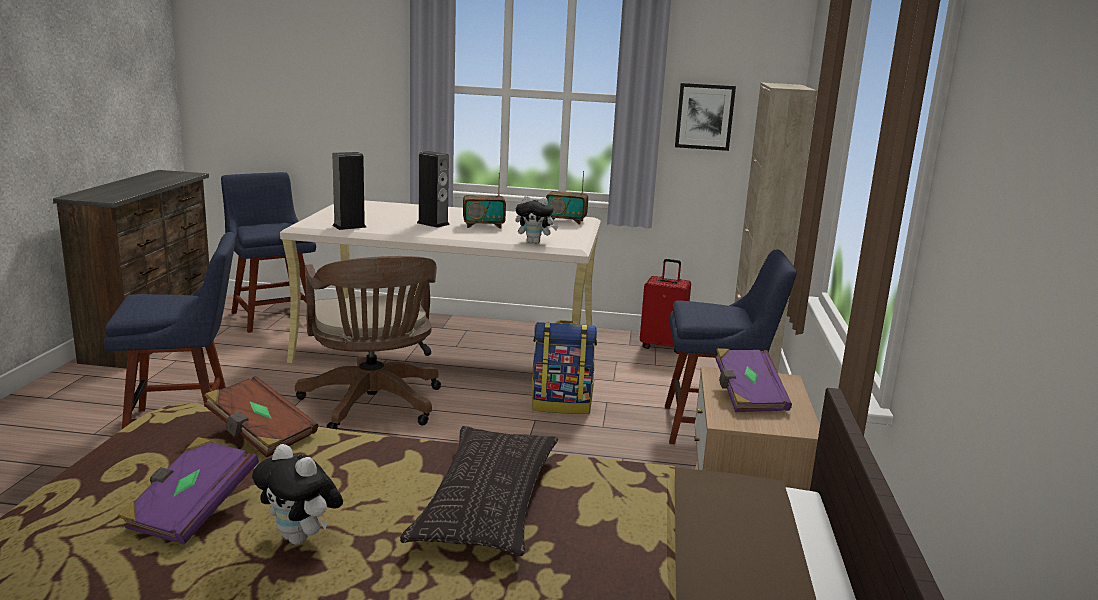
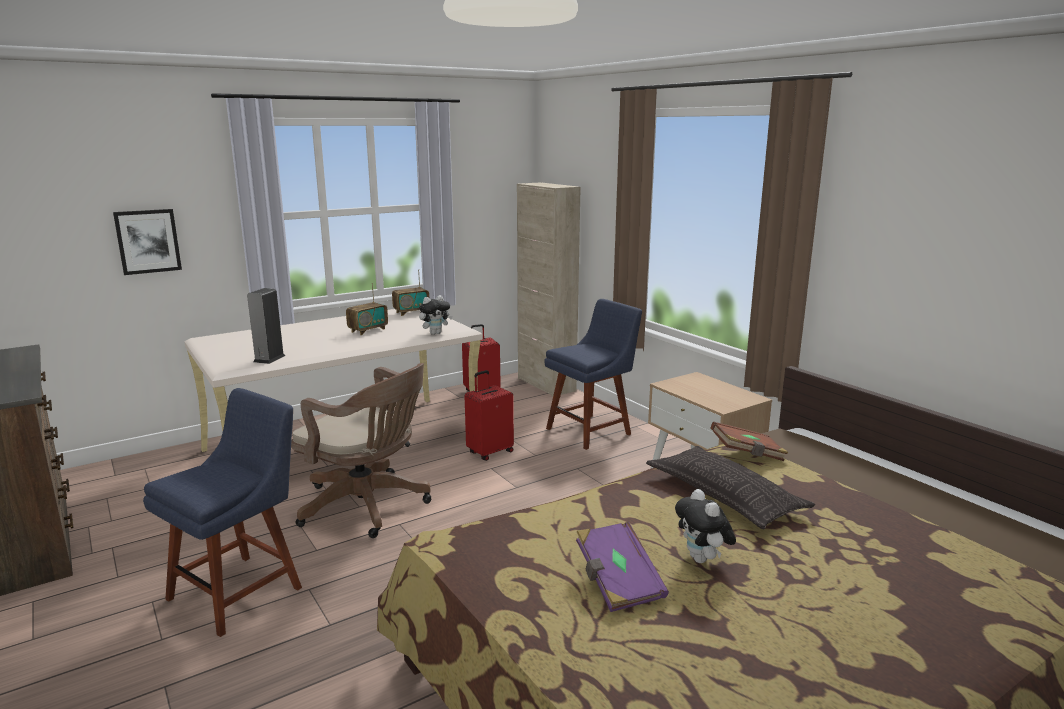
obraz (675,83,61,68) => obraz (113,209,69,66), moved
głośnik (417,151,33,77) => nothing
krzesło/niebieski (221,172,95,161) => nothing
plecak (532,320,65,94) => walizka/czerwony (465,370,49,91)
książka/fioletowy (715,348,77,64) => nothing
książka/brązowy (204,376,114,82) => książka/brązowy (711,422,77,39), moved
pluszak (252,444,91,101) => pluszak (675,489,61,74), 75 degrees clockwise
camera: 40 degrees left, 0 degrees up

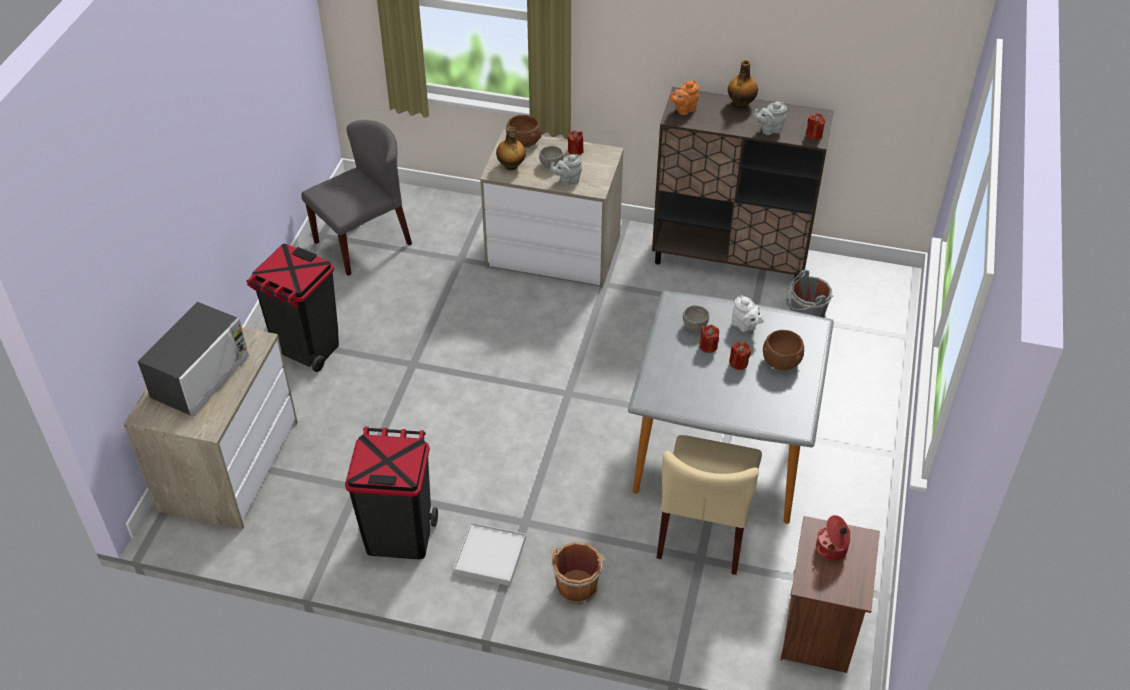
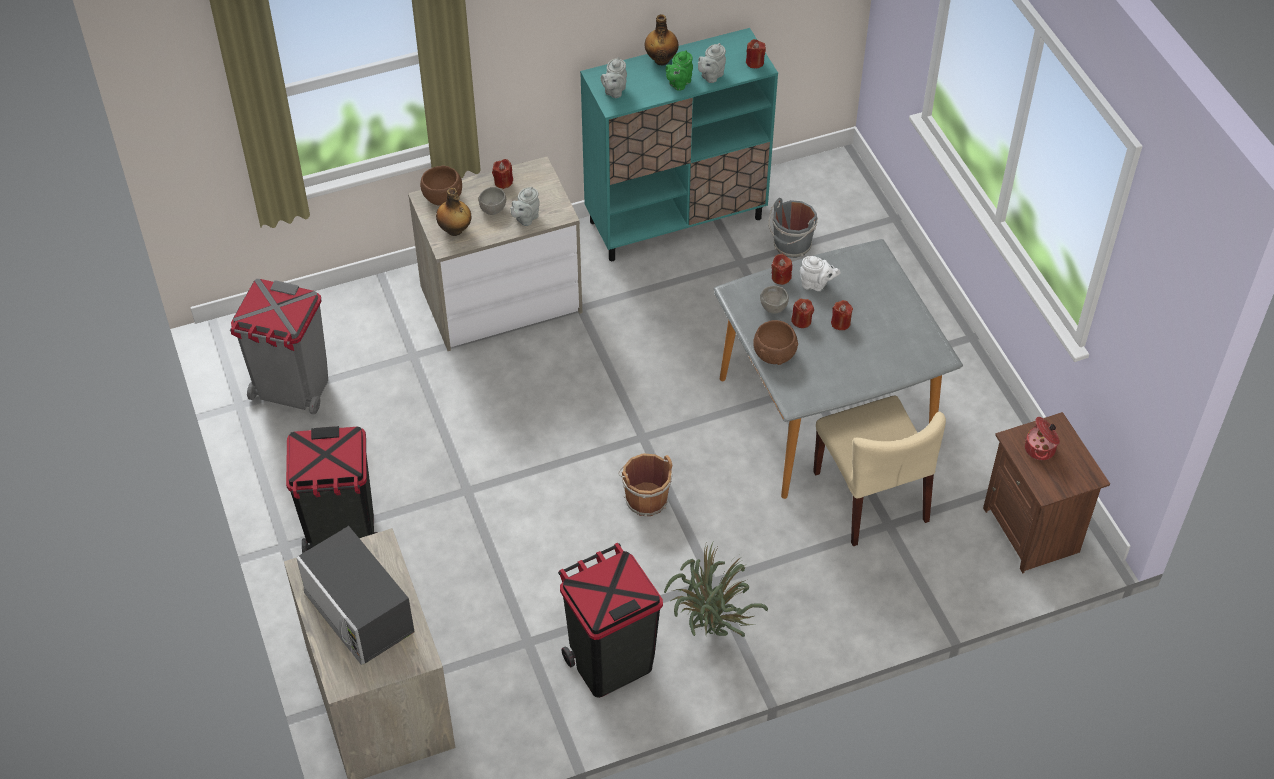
imbryk/pomarańczowy (670,80,29,35) => imbryk/szary (601,57,26,41)
szafka/brązowy (652,87,182,195) => szafka/turkusowy (580,28,198,233)
krzesło/szary (301,120,111,156) => kosz na śmieci/szary (230,279,98,135)
mikrofalówka (138,302,111,114) => mikrofalówka (297,526,118,139), 150 degrees clockwise
miska/brązowy (763,330,41,40) => miska/brązowy (753,320,45,45), moved
taca/biały (454,523,72,63) => roślina doniczkowa (664,540,104,97)
wiadro/brązowy (551,542,55,63) => wiadro/brązowy (618,454,54,63), moved
nothing => imbryk/zielony (666,50,27,41)
nothing => świeca/czerwony (772,254,20,31)
camera: 35 degrees left, 5 degrees up

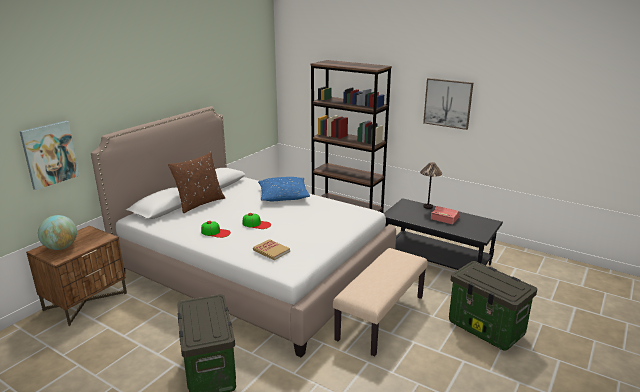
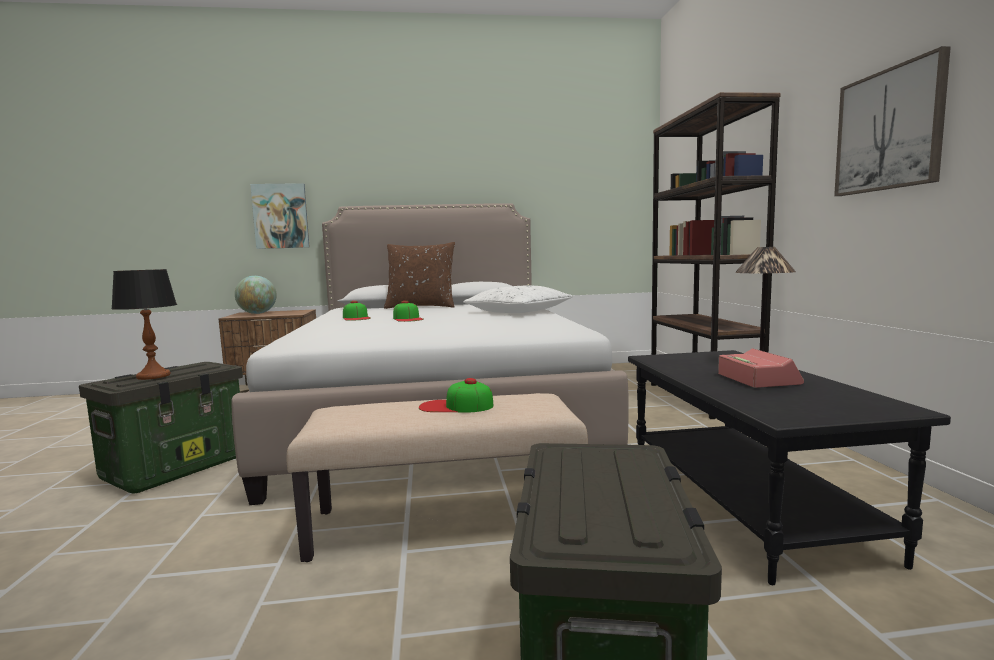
poduszka/niebieski (258,177,52,24) => poduszka/biały (463,286,110,27)
książka (253,239,37,21) => nothing
nothing => lampa stołowa (111,269,66,111)
nothing => czapka z daszkiem (419,378,74,35)
camera: 50 degrees right, 15 degrees down

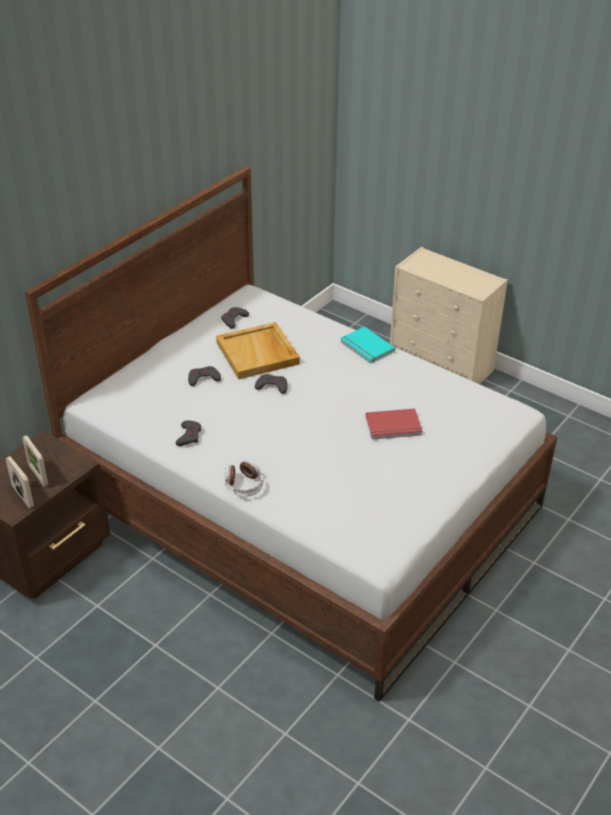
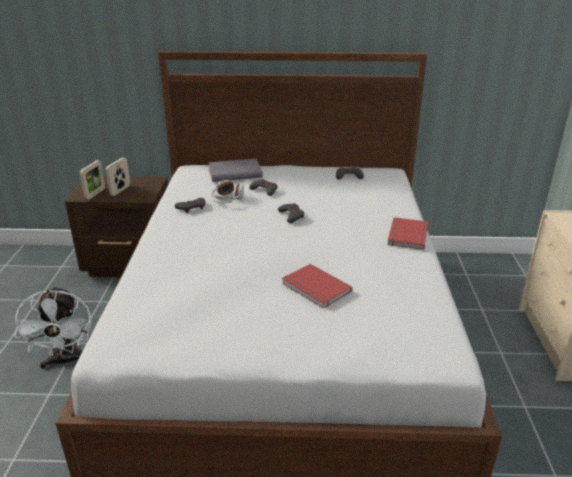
taca/beżowy (216,322,84,58) => nothing
książka/turkusowy (340,326,55,38) => książka/czerwony (387,217,41,33)
słuchawki (225,459,39,38) => słuchawki (211,180,33,23), moved
nothing => książka/szary (208,159,55,23)
nothing => wentylator/biały (15,286,77,83)
camera: 55 degrees right, 10 degrees down

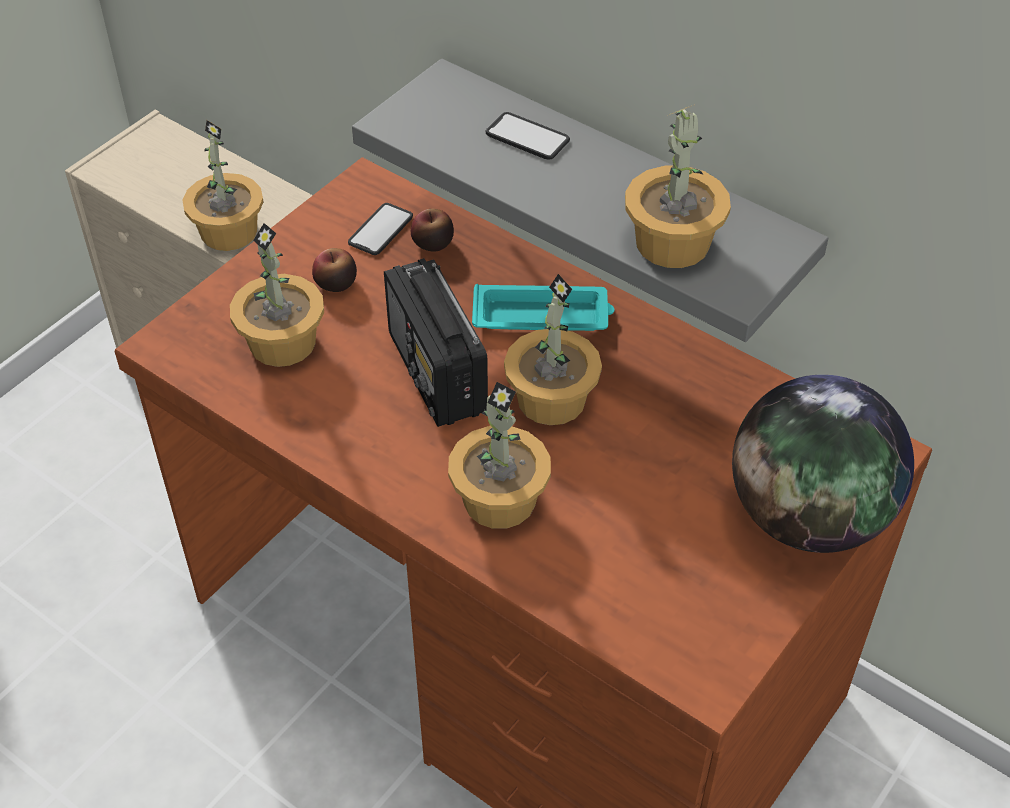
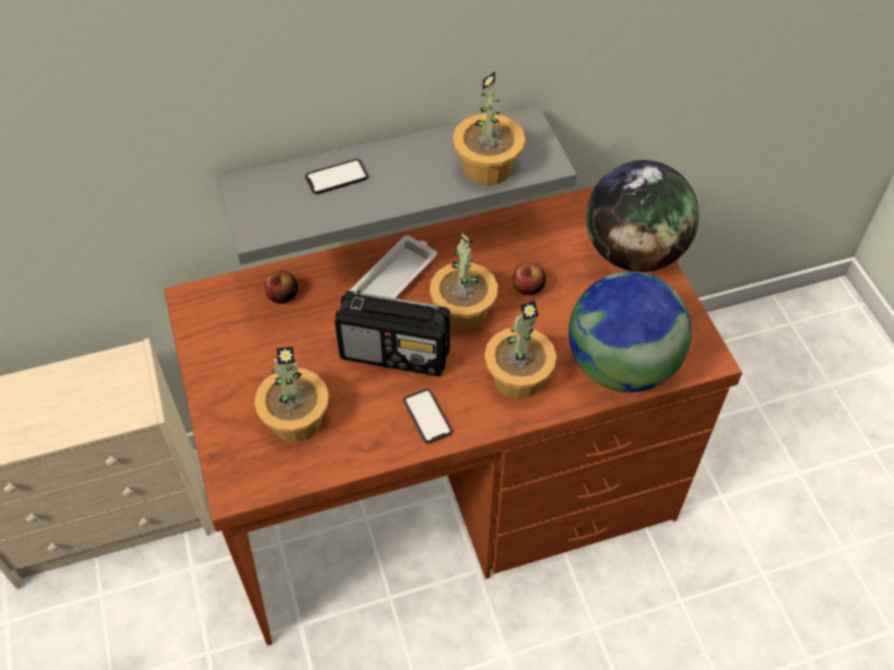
roślina doniczkowa (183,120,81,131) => nothing
telefon (348,203,65,52) => telefon (403,389,49,55), moved
jabłko (312,248,45,44) => jabłko (512,262,34,33), moved
taca/turkusowy (472,284,143,47) => taca/biały (349,235,88,63)
nothing => globus (569,271,123,121)
camera: 55 degrees left, 5 degrees up

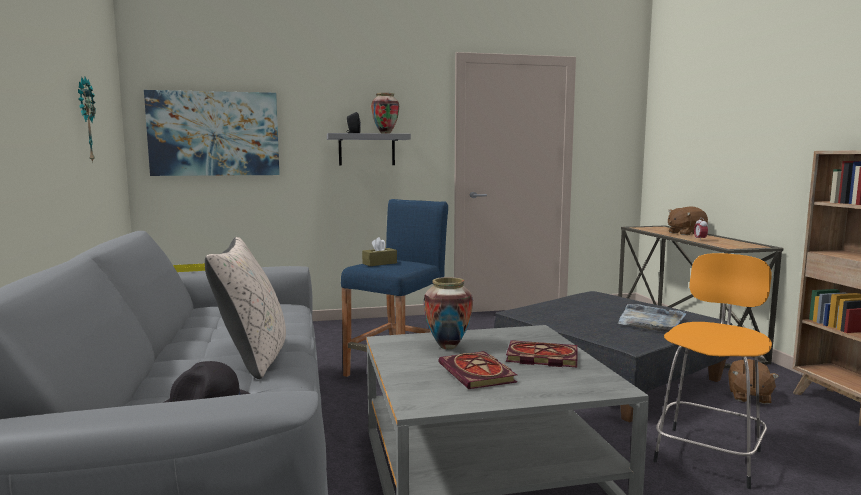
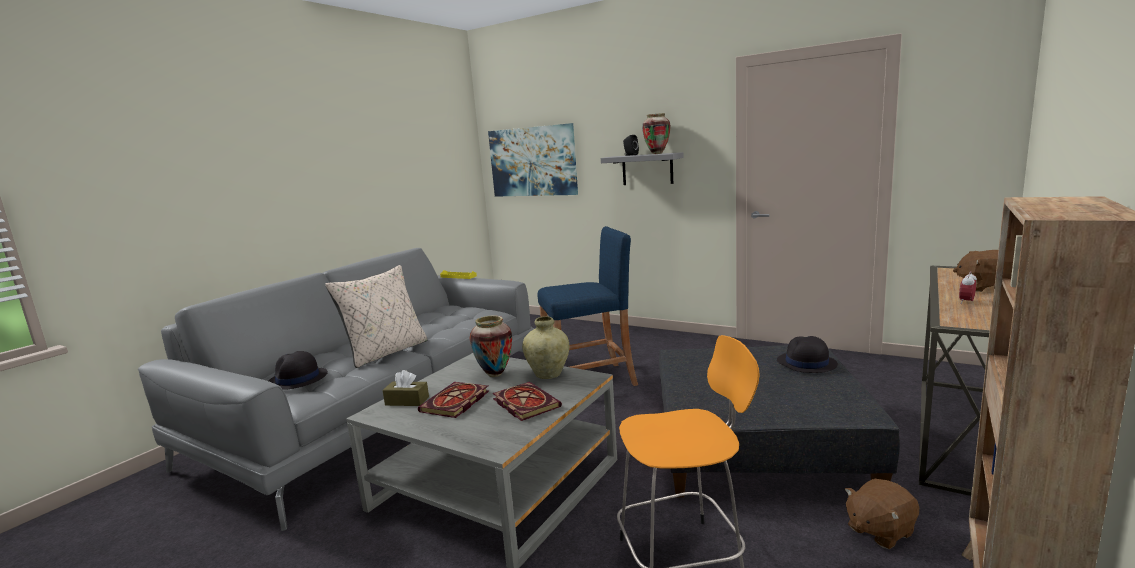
zegar ścienny (78,77,18,86) => nothing
pudełko chusteczek/brązowy (362,237,35,29) => pudełko chusteczek/brązowy (382,370,47,36), moved
taca/szary (618,304,68,28) => nothing
nothing => wazon/beżowy (522,316,47,63)
nothing => kapelusz/czarny (777,336,61,37)
camera: 45 degrees right, 5 degrees up

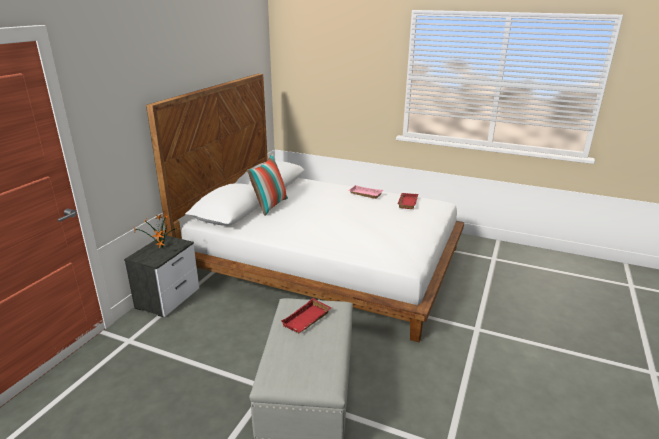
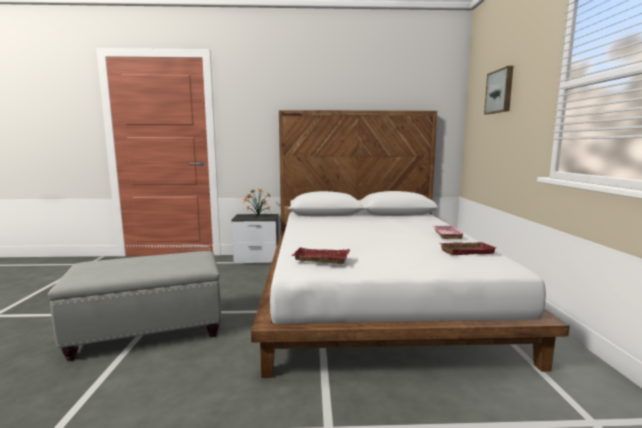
poduszka (247,154,41,62) => nothing
taca/czerwony (281,298,51,35) => taca/czerwony (292,247,58,17), moved
nothing => obraz (484,66,29,49)
camera: 65 degrees right, 15 degrees down

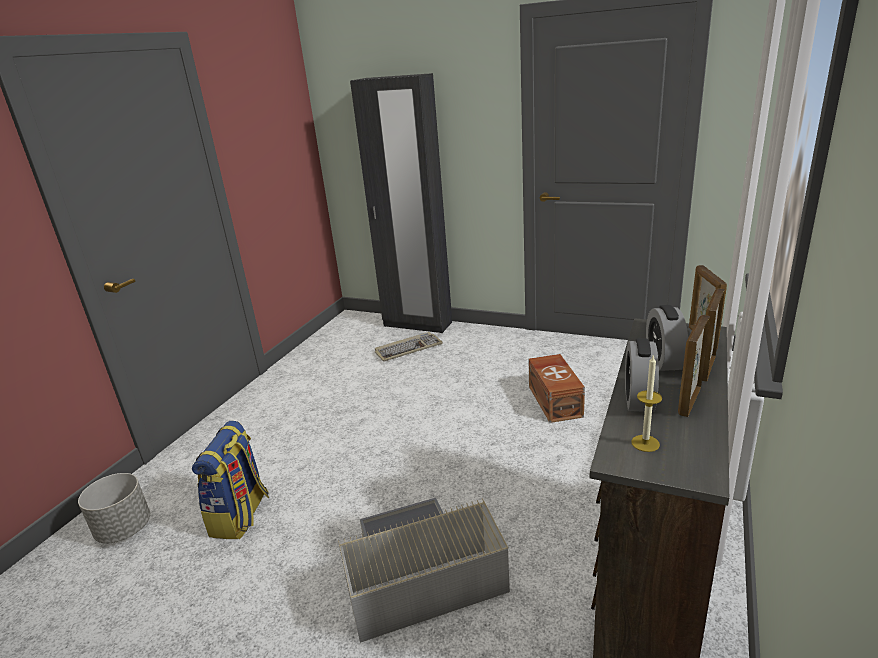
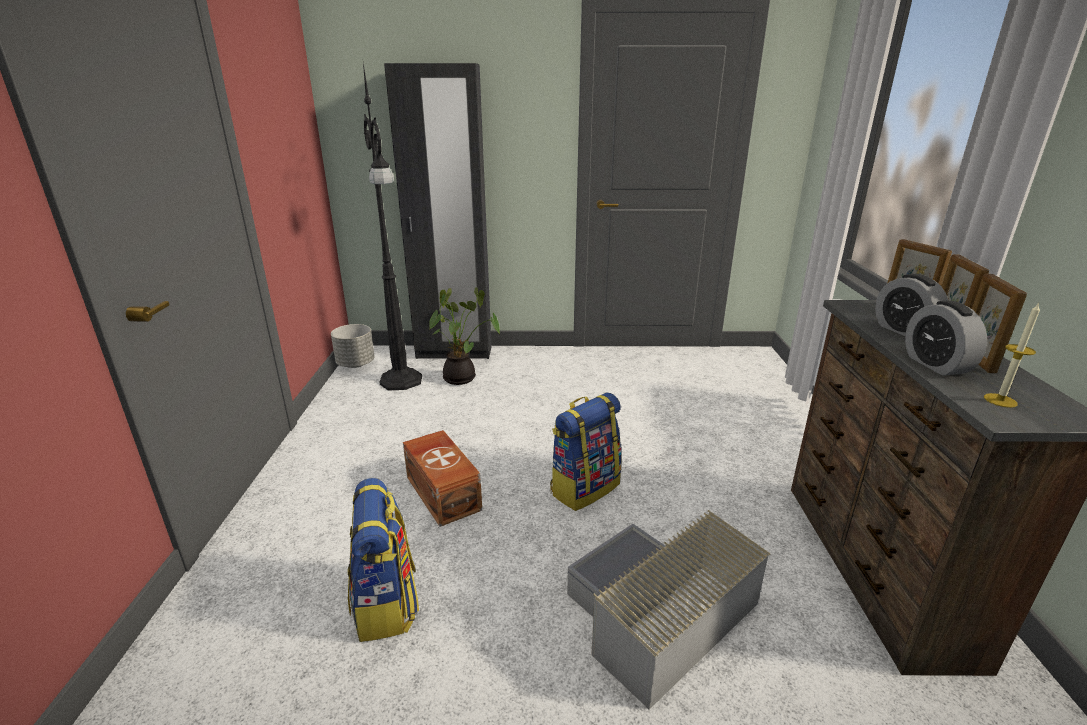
klawiatura (375,332,68,30) => roślina doniczkowa (429,287,71,98)
pojemnik do przechowywania/brązowy (529,354,56,69) => pojemnik do przechowywania/brązowy (403,430,79,97), moved
donica/szary (78,473,72,70) => donica/szary (331,324,44,44), moved
nothing => lampa stojąca/czarny (363,63,59,328)
nothing => plecak (550,392,71,119)
camera: 25 degrees left, 0 degrees up

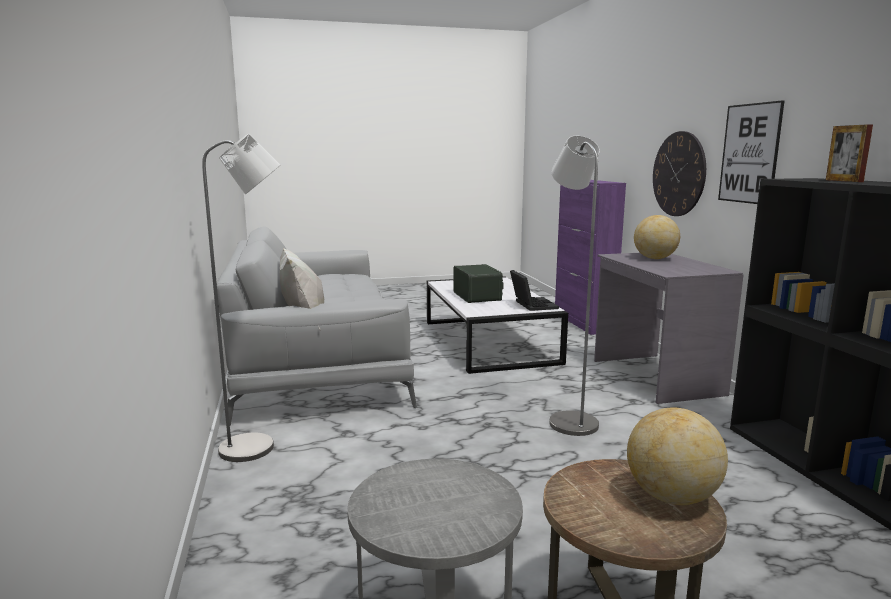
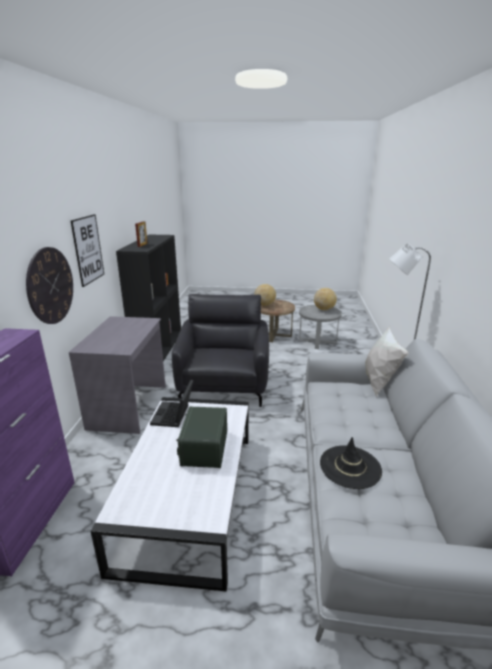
lampa stojąca/szary (549,136,51,300) => fotel/czarny (172,294,97,113)
globus (634,215,46,44) => globus (314,288,23,22), moved
nothing => kapelusz/czarny (320,437,62,52)
camera: 160 degrees left, 10 degrees up

